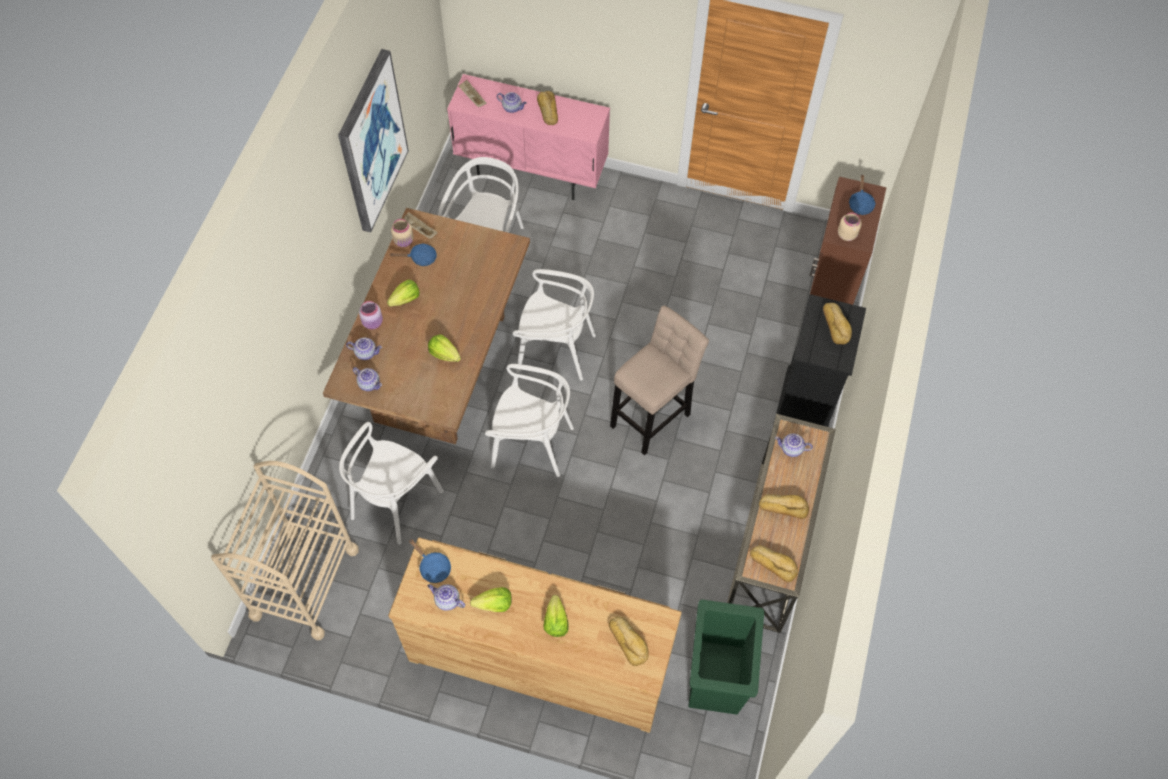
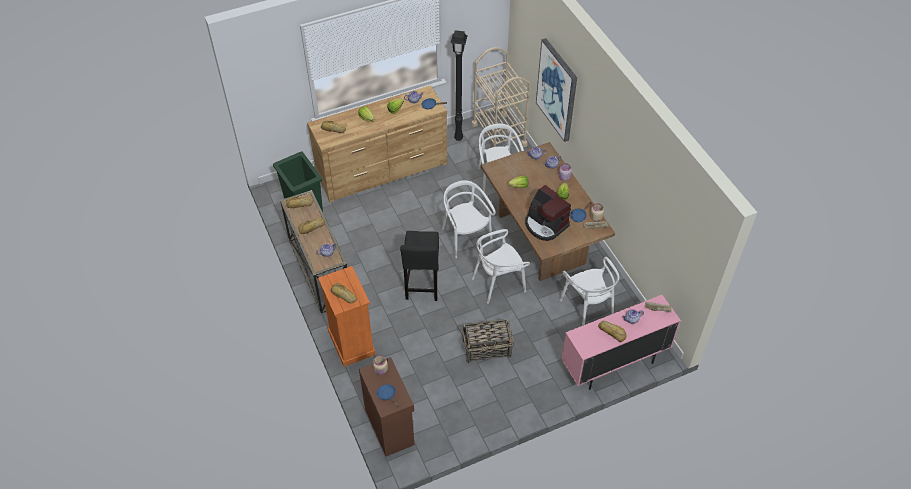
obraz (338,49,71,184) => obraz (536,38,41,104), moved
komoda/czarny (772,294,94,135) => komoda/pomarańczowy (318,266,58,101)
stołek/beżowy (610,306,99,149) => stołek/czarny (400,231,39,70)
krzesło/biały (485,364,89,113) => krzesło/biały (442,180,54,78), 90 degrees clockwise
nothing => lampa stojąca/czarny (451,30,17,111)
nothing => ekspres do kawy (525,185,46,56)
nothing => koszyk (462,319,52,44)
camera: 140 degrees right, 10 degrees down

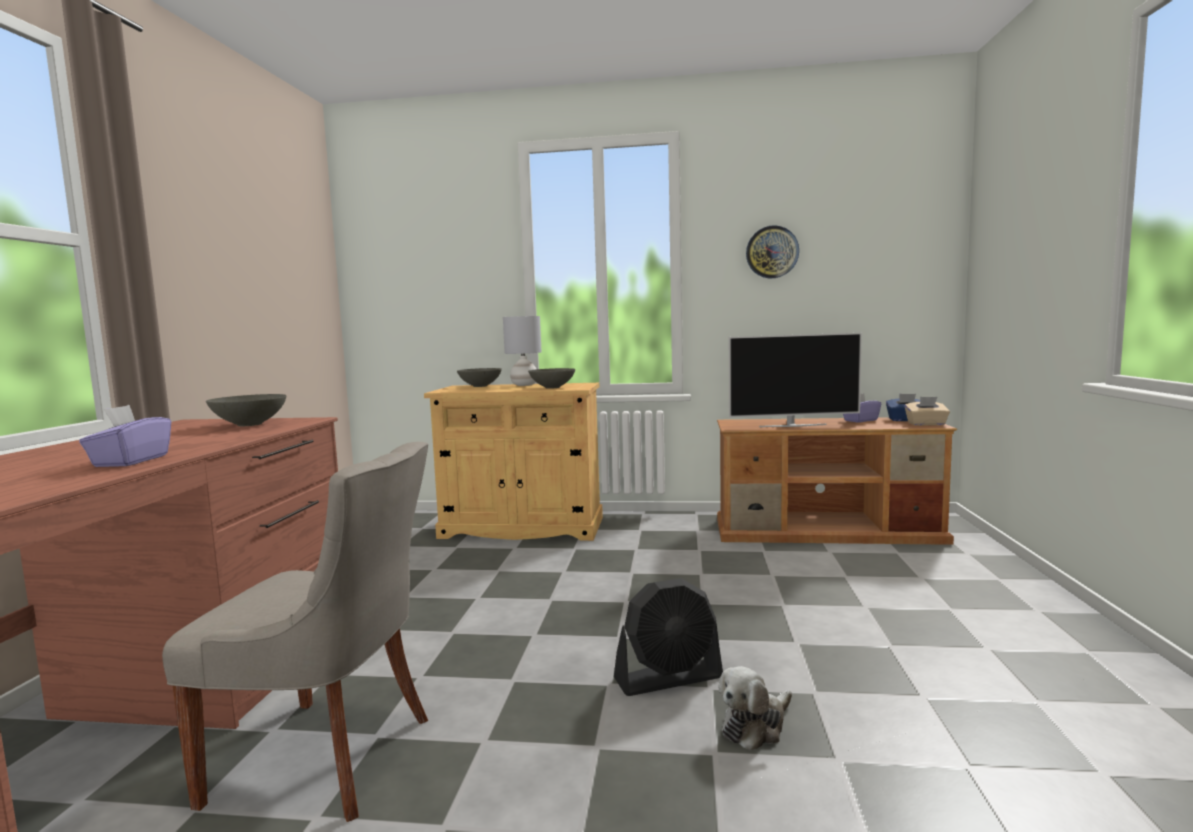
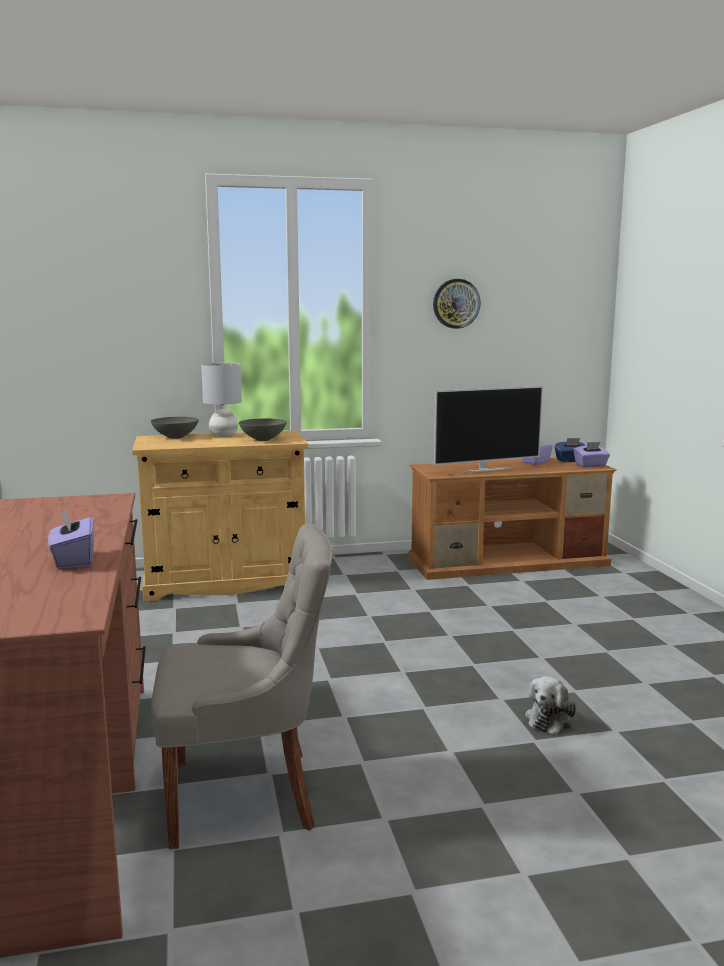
miska/szary (206,394,81,32) => nothing
pudełko chusteczek/beżowy (905,397,45,29) => pudełko chusteczek/fioletowy (573,442,37,25)
wentylator/czarny (614,578,109,118) => nothing
camera: 20 degrees left, 5 degrees up

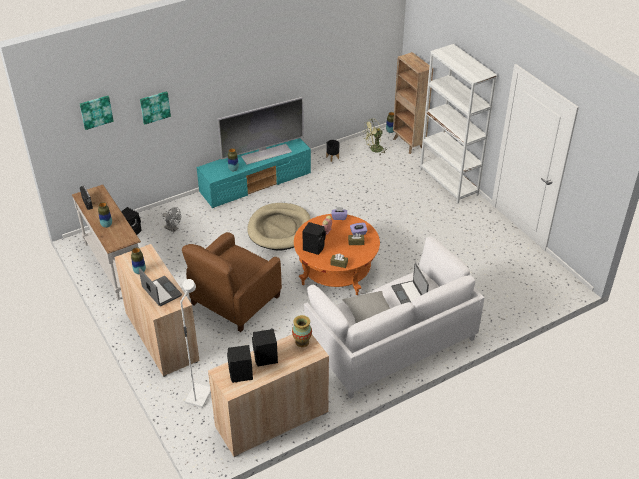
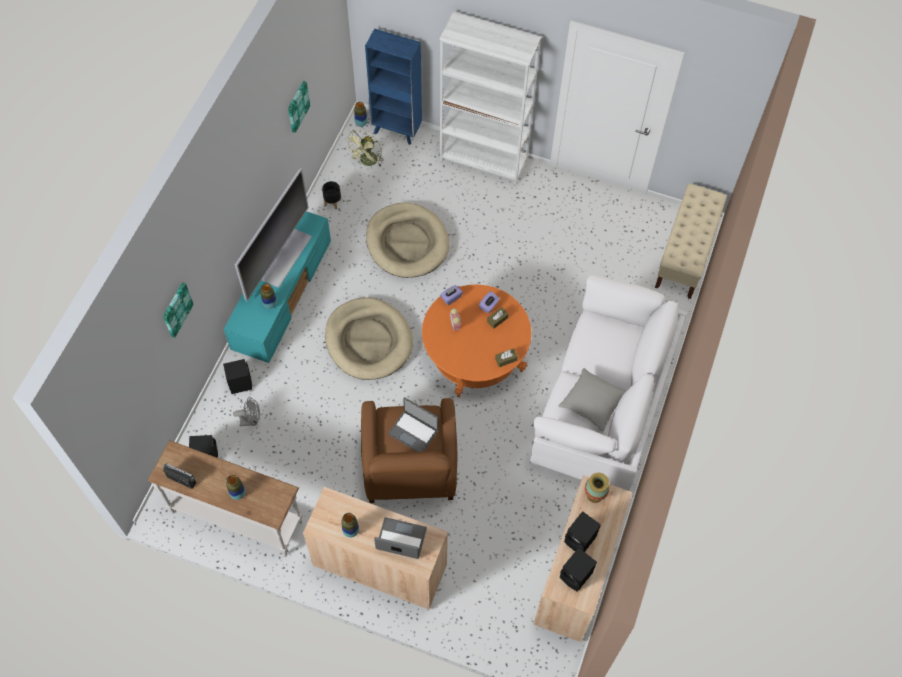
regał/brązowy (393,52,40,102) => regał/niebieski (365,28,57,117)
obraz (80,96,34,34) => obraz (288,81,22,52), moved
głośnik/czarny (302,222,24,33) => głośnik/czarny (223,359,29,35), moved
laptop (391,263,38,41) => laptop (388,397,50,55), moved
lampa stojąca/biały (180,279,31,129) => nothing
nothing => ławka/beżowy (655,184,72,115)
nothing => legowisko/beżowy (366,202,84,76)
camera: 40 degrees left, 20 degrees up

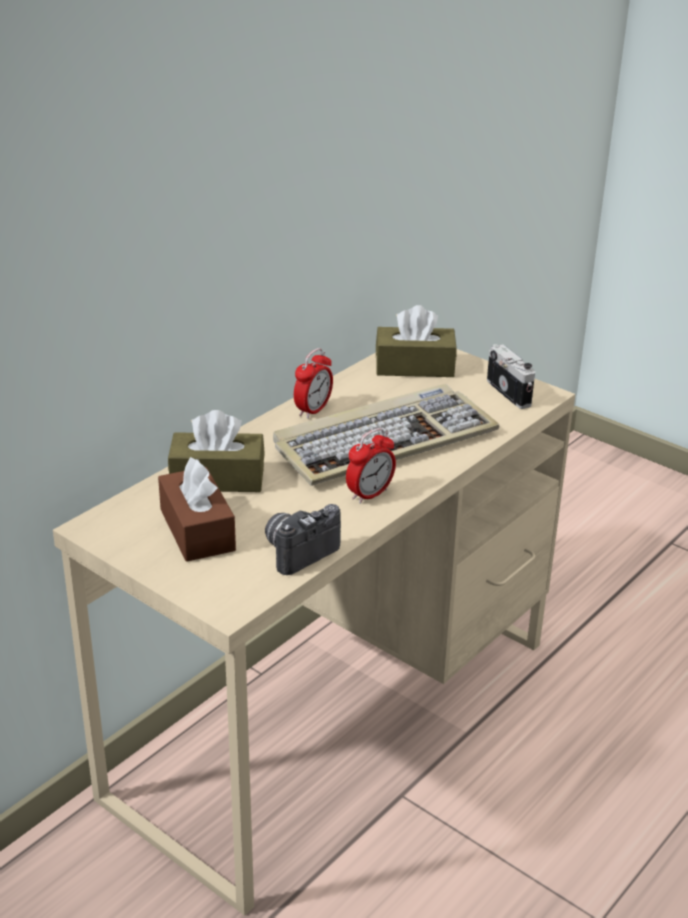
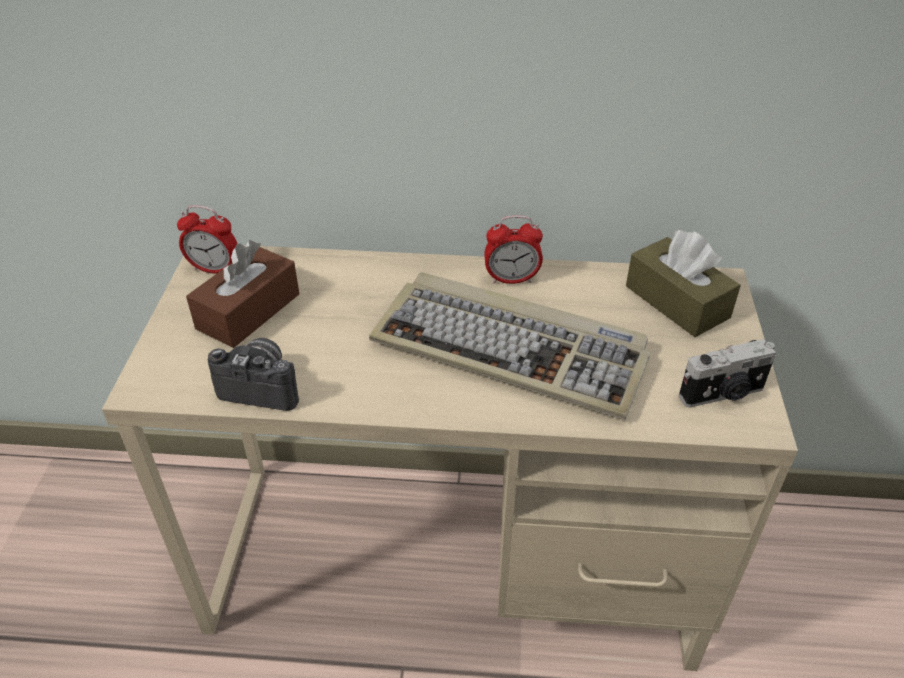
aparat fotograficzny (487,344,48,65) => aparat fotograficzny (679,339,97,68), 45 degrees clockwise
pudełko chusteczek/brązowy (168,410,97,82) => nothing
budzik (346,428,50,76) => budzik (177,205,60,69), moved
camera: 55 degrees right, 10 degrees up

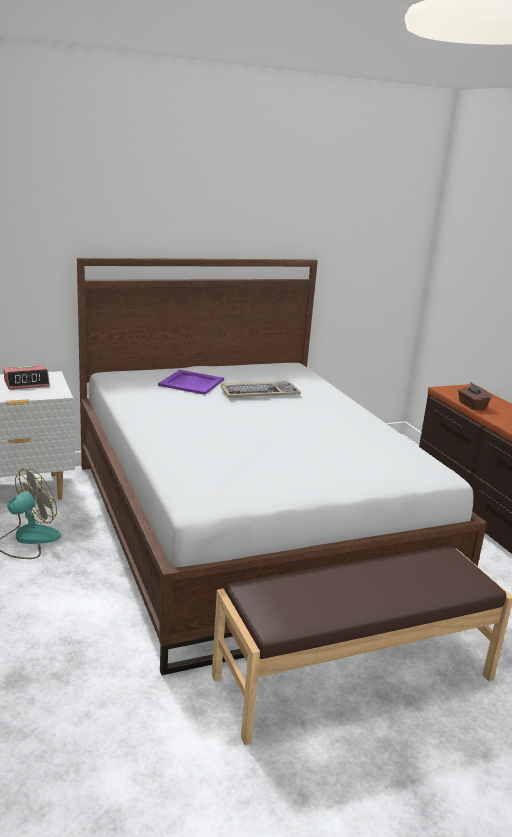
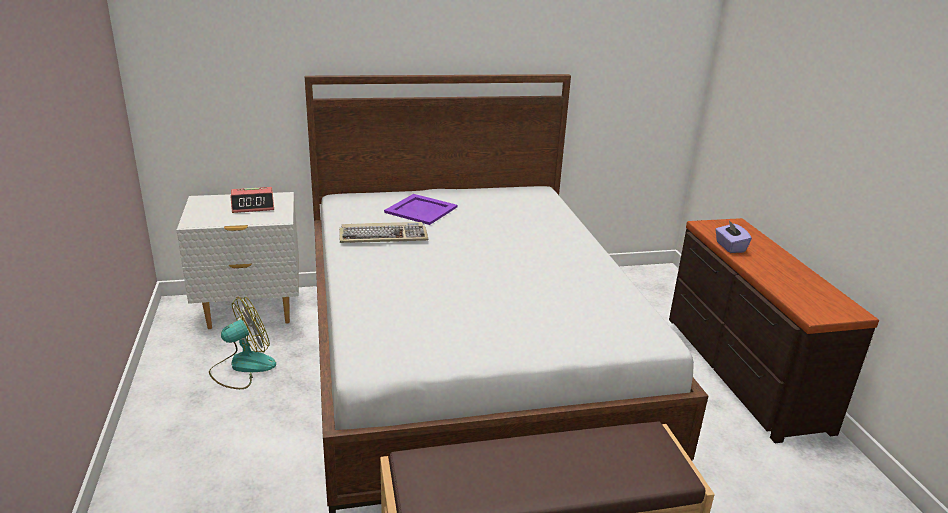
klawiatura (221,380,80,17) => klawiatura (339,222,89,21), moved
pudełko chusteczek/brązowy (458,382,34,28) => pudełko chusteczek/fioletowy (715,221,37,32)
camera: 10 degrees right, 5 degrees up

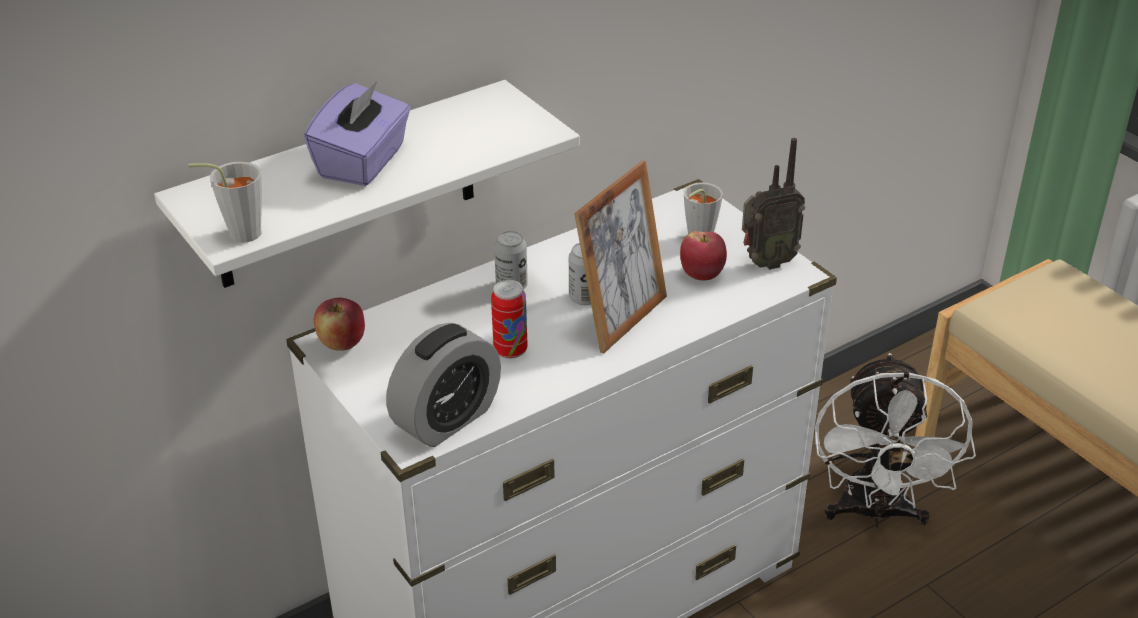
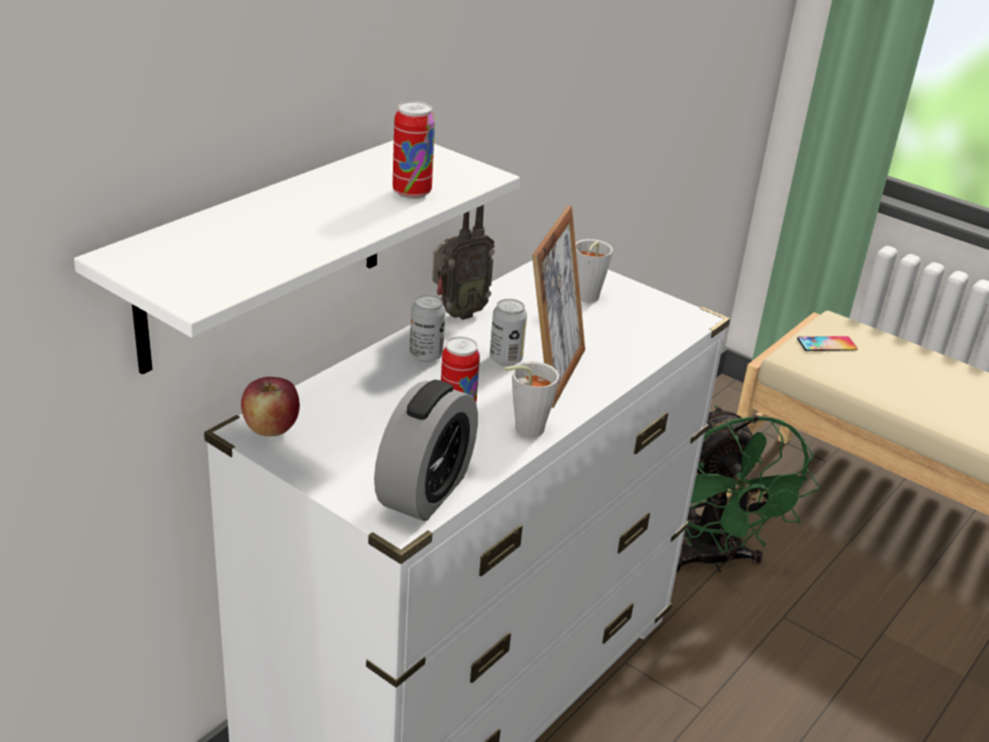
pudełko chusteczek/fioletowy (304,80,107,106) => nothing
radio (742,138,63,132) => radio (432,205,63,115), moved
filiżanka/szary (189,161,73,82) => filiżanka/szary (504,362,55,75), moved
jabłko (680,231,47,50) => nothing
wentylator/biały (815,353,161,174) => wentylator/zielony (676,405,144,167)
nothing => puszka (393,101,42,98)
nothing => telefon (797,336,61,15)
camera: 20 degrees left, 5 degrees down

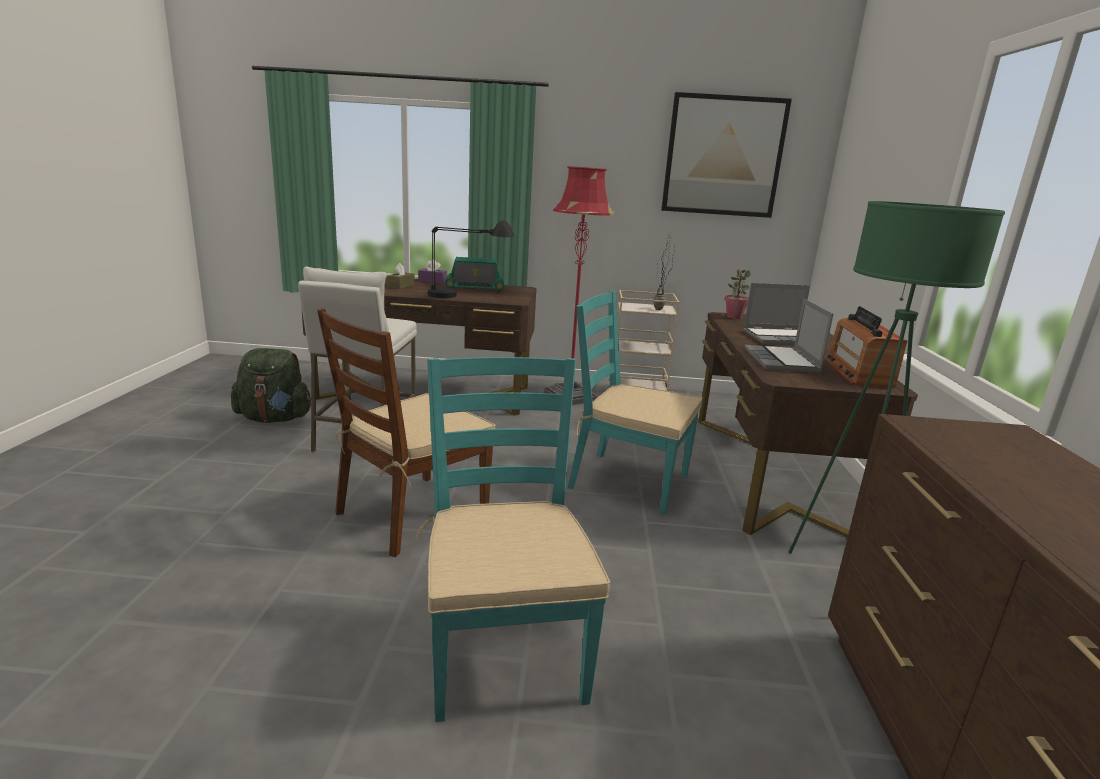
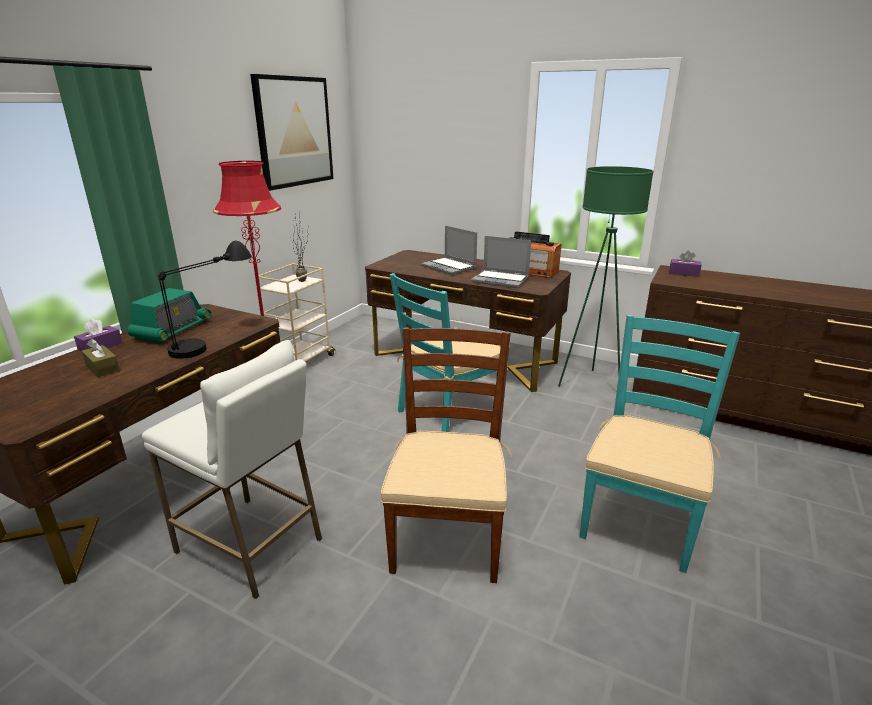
roślina doniczkowa (724,269,27,50) => nothing
laptop (743,283,67,62) => laptop (421,226,56,49), 120 degrees clockwise
krzesło/brązowy (317,308,179,249) => krzesło/brązowy (381,327,132,256), 150 degrees counterclockwise
plecak/zielony (231,348,80,75) => nothing
krzesło/turkusowy (416,357,194,365) => krzesło/turkusowy (580,315,160,258), 105 degrees clockwise
nothing => pudełko chusteczek/fioletowy (669,250,33,27)
camera: 65 degrees left, 5 degrees up

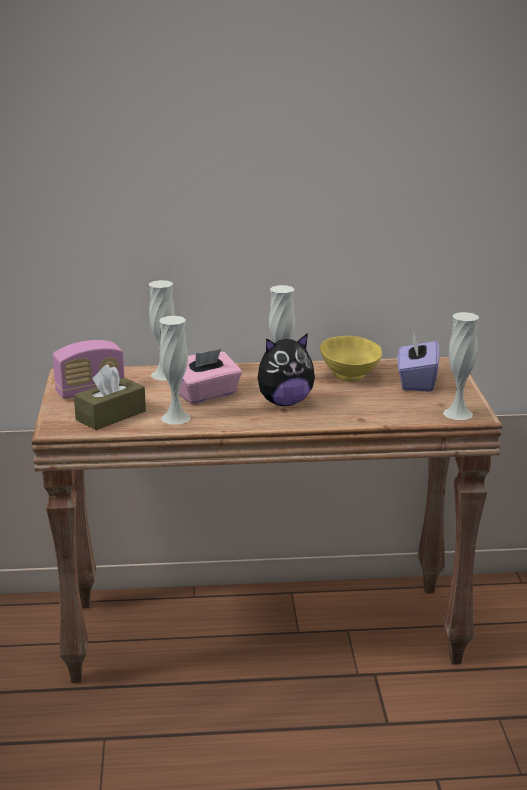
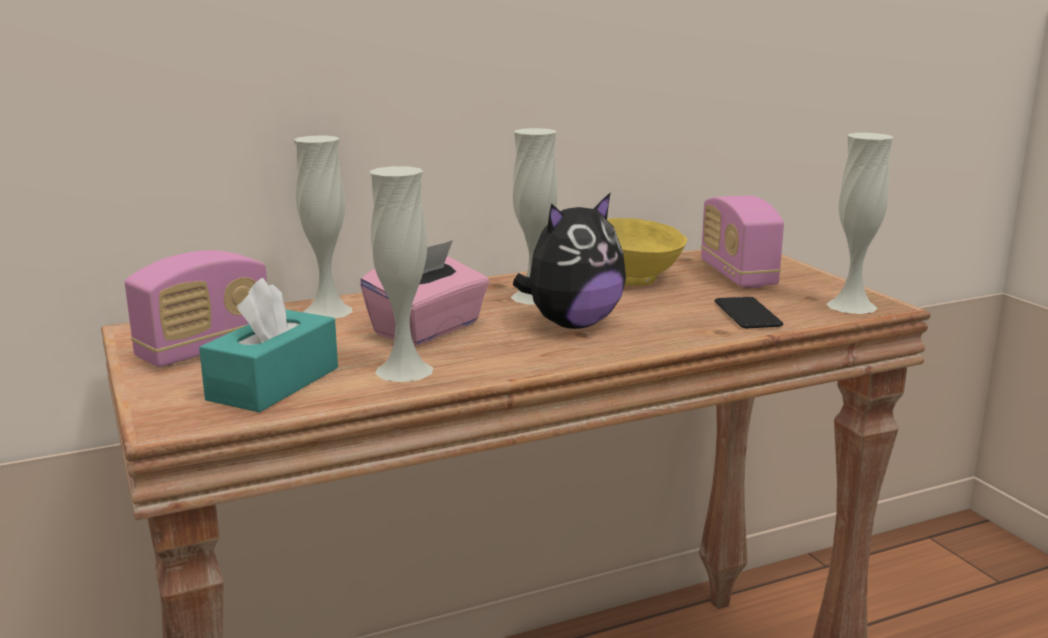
pudełko chusteczek/fioletowy (397,333,42,59) => radio (701,195,83,93)
pudełko chusteczek/brązowy (74,364,72,66) => pudełko chusteczek/turkusowy (199,278,139,135)
nothing => telefon (715,297,68,31)
camera: 20 degrees left, 5 degrees down

